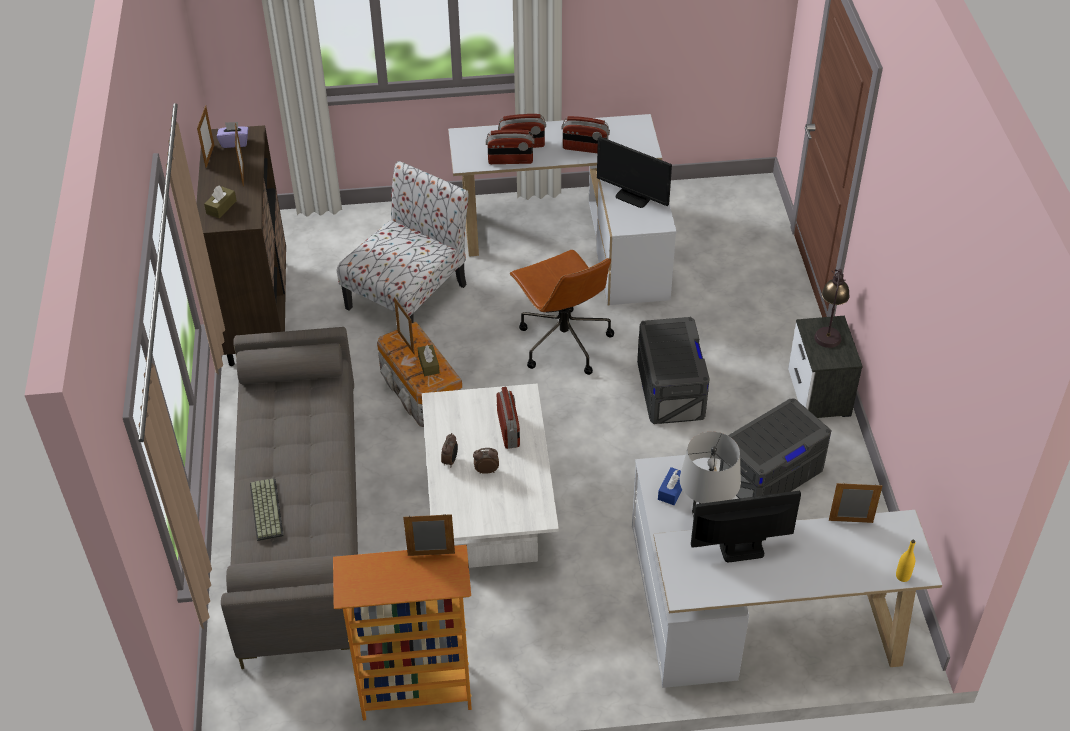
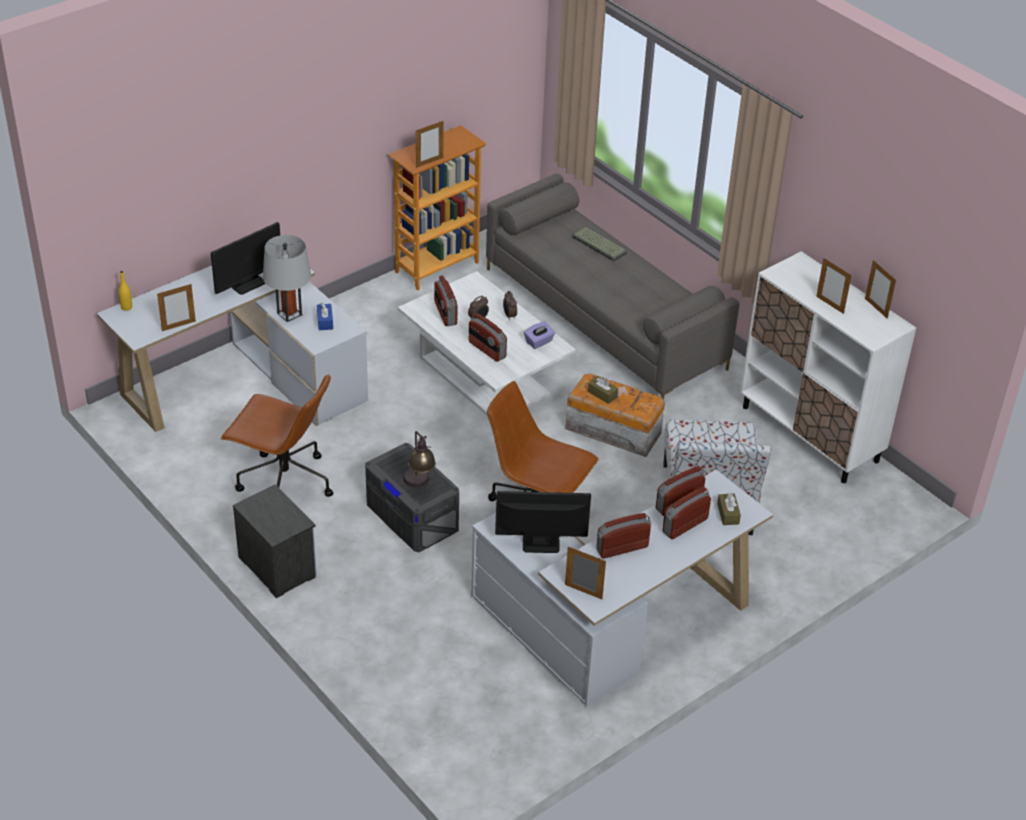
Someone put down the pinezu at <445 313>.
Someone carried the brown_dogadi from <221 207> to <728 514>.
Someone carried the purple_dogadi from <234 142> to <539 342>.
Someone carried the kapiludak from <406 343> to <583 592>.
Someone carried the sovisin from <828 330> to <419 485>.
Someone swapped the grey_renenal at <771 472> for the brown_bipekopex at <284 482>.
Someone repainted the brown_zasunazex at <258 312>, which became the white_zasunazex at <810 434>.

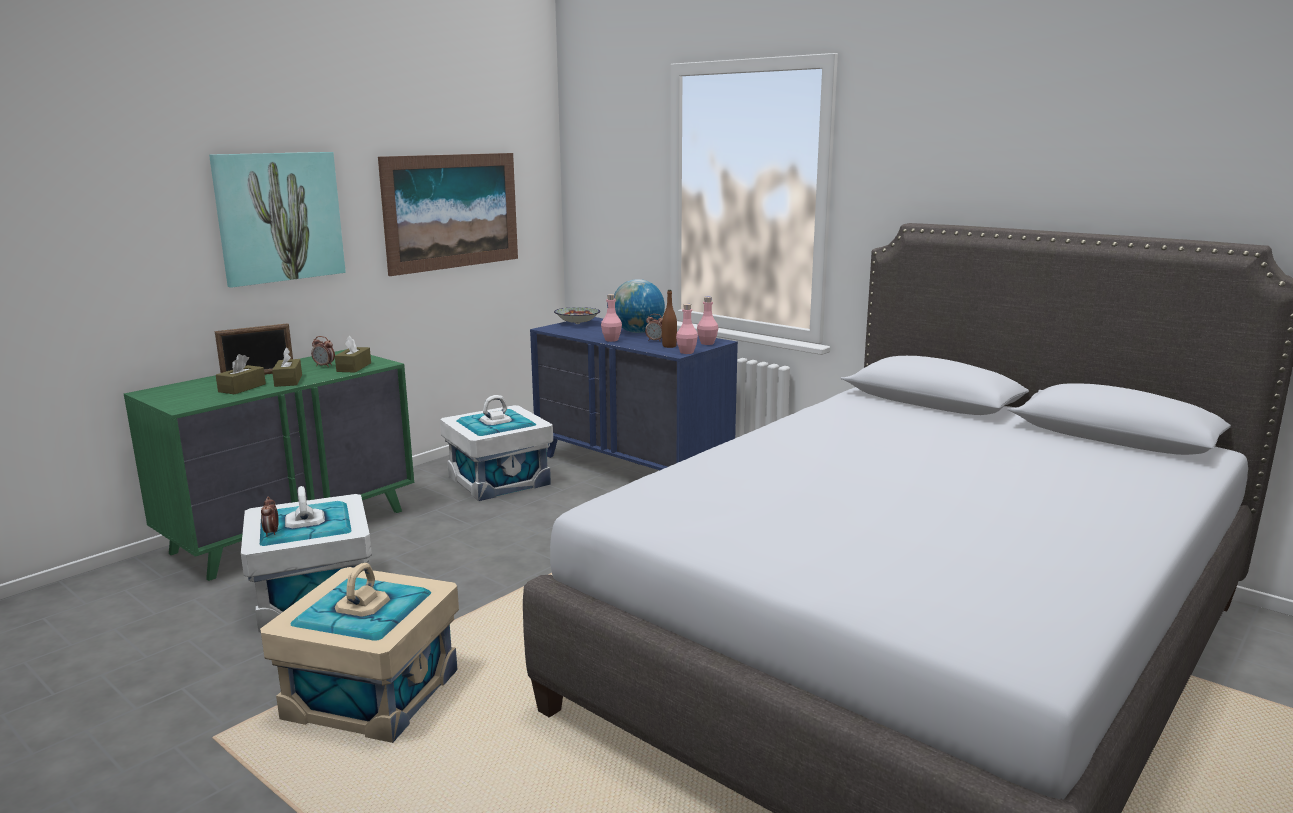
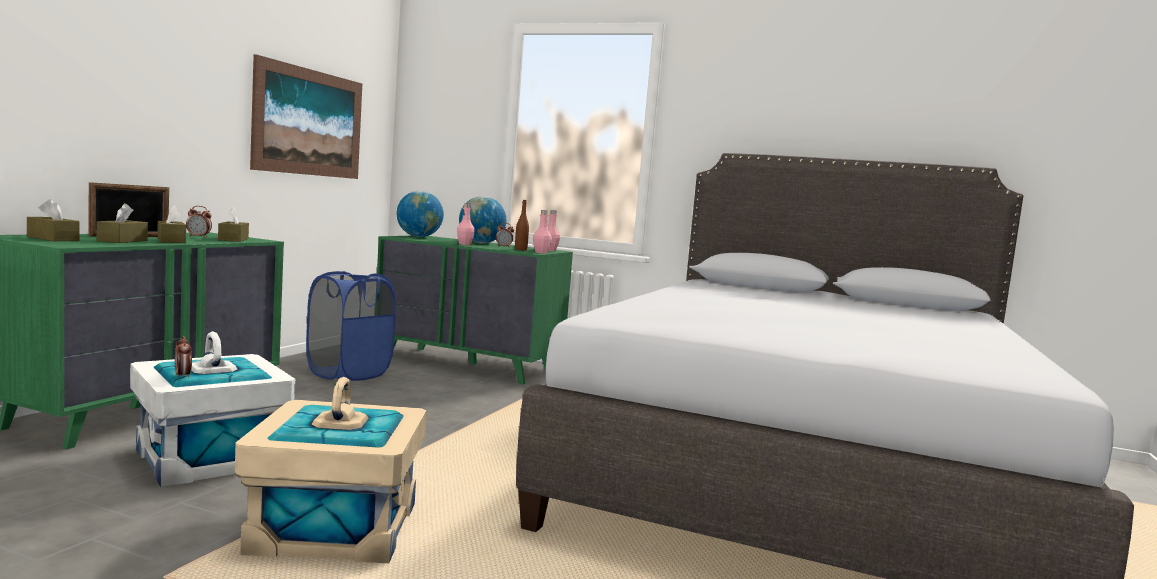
Someone took away the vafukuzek at <280 217>.
Someone put down the brown_dogadi at <53 239>.
Someone swapped the white_renenal at <498 480> for the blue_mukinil at <348 373>.
Someone swapped the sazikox at <577 323> for the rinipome at <419 237>.
Someone repainted the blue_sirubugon at <632 466>, which became the green_sirubugon at <469 365>.

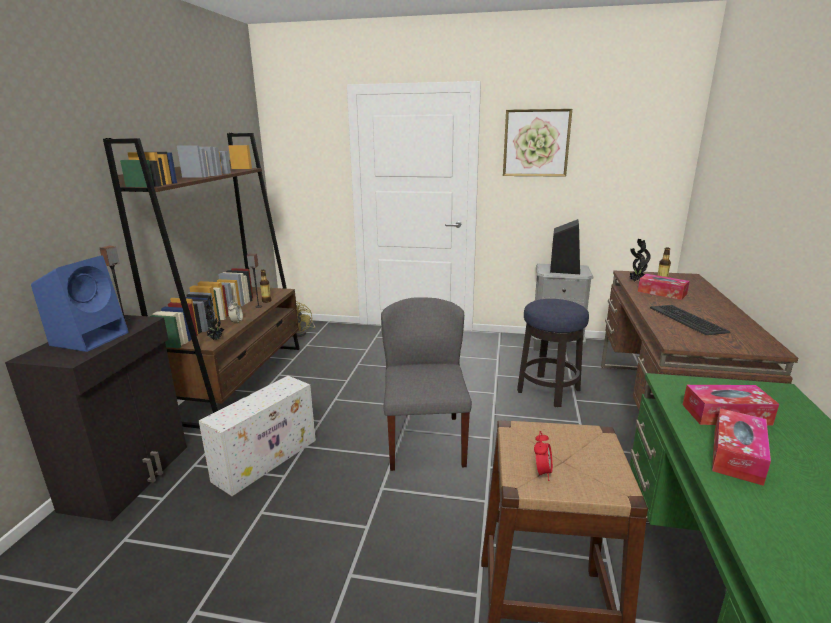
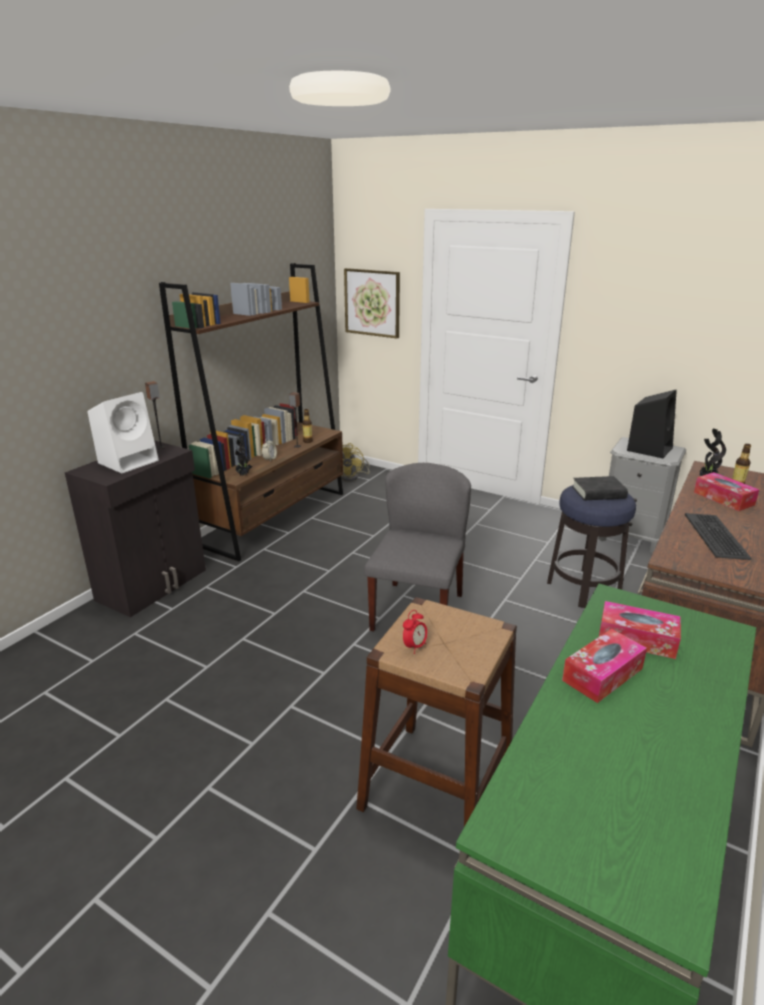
Someone took away the white_renenal at <267 459>.
Someone put down the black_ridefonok at <598 493>.
Someone carried the vafukuzek from <536 143> to <372 303>.
Someone repainted the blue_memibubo at <91 338>, which became the white_memibubo at <129 461>.

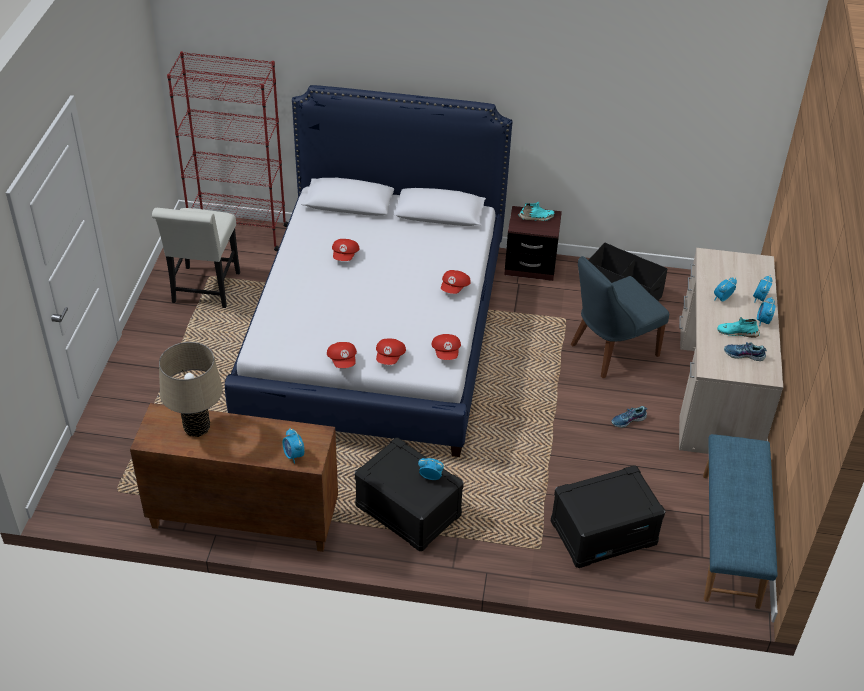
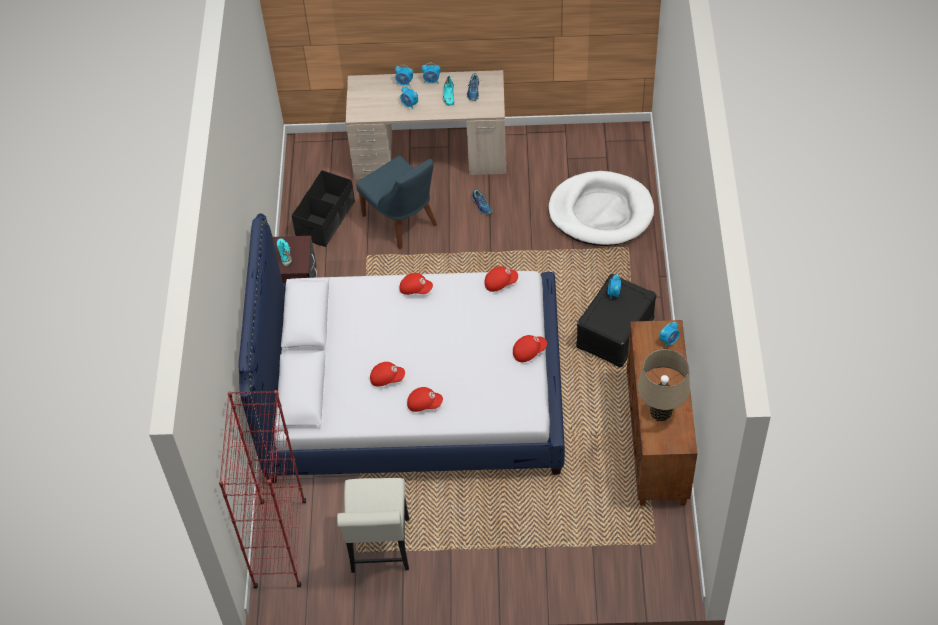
Someone took away the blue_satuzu at <731 538>.
Someone carried the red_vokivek from <390 357> to <424 403>.
Someone swapped the black_renenal at <603 532> for the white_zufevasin at <601 212>.
Someone rotated the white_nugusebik at <204 291> by 90 degrees clockwise.

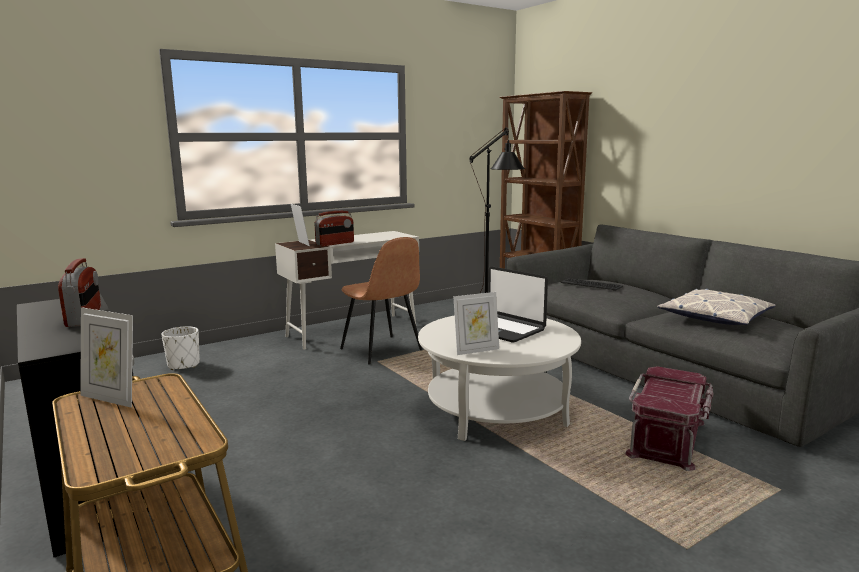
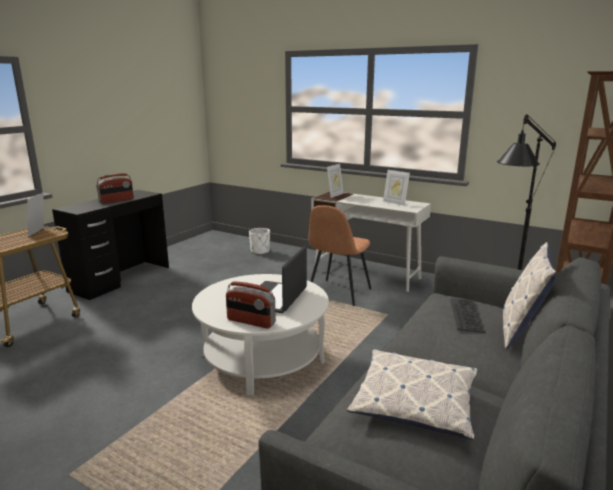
Someone took away the red_renenal at <668 439>.
Someone put down the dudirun at <520 330>.
Someone carried the pinezu from <335 243> to <251 322>.
Someone carried the kapiludak from <476 350> to <395 203>.

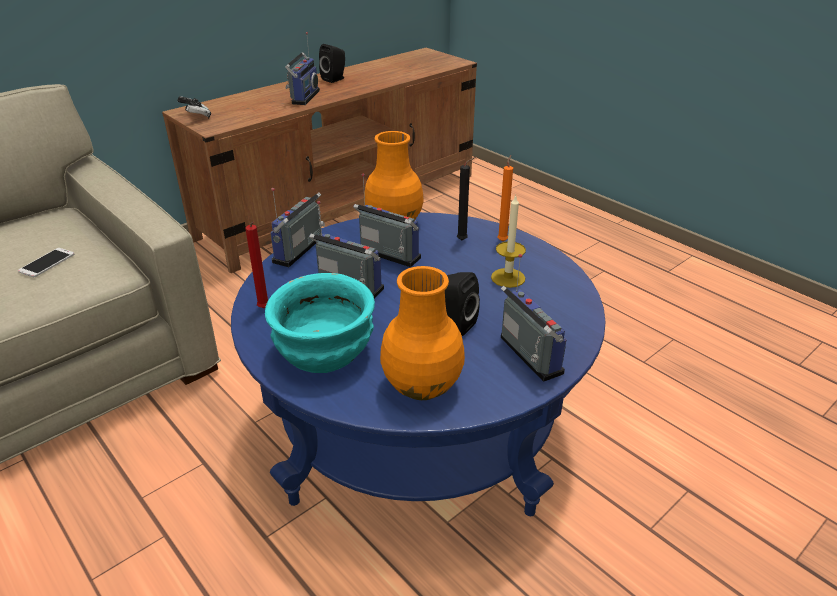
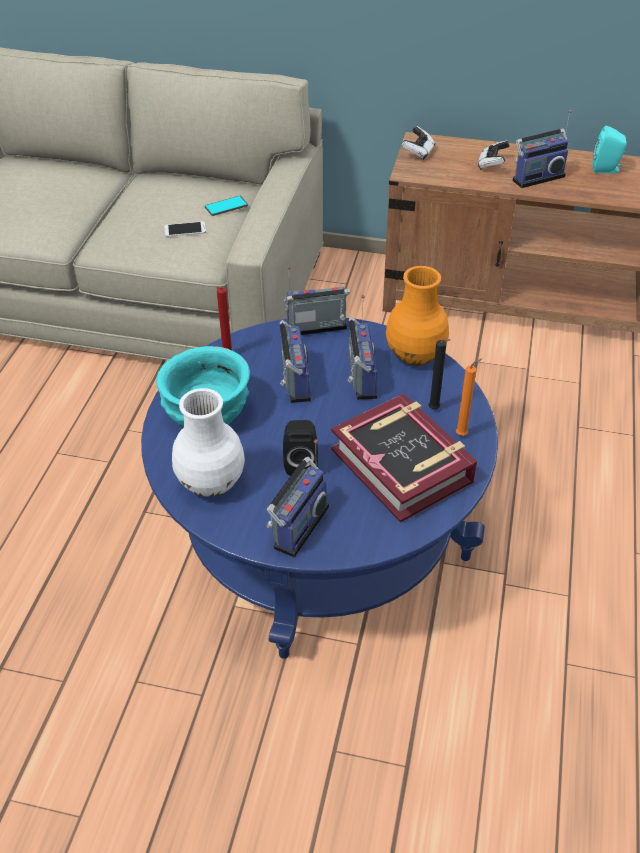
Someone put down the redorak at <226 206>.
Someone put down the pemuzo at <492 165>.
Someone swapped the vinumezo at <508 278> for the ridefonok at <402 465>.
Someone repainted the black_memibubo at <335 79>, which became the turquoise_memibubo at <606 169>.
Someone repainted the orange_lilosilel at <421 386>, which became the white_lilosilel at <210 482>.

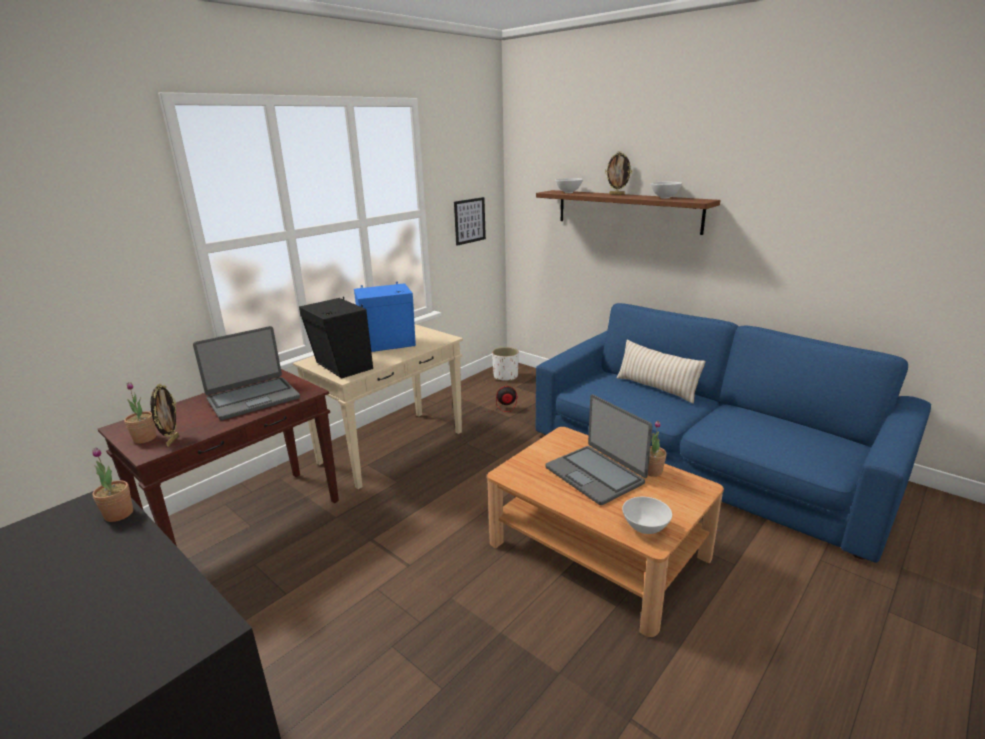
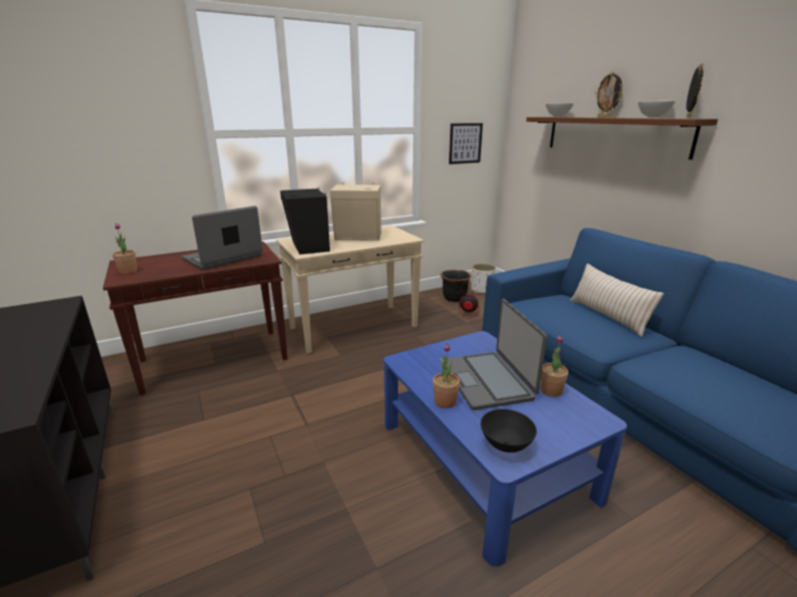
Someone put down the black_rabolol at <454 298>.
Someone carried the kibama from <119 514> to <445 401>.
Someone carried the kapiludak from <172 441> to <687 118>.
Someone repainted the blue_memibubo at <389 345>, which became the beige_memibubo at <359 237>.
Someone repainted the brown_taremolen at <598 550>, which became the blue_taremolen at <484 459>.
Someone repainted the white_sazikox at <645 529>, which became the black_sazikox at <505 446>.
Someone rotated the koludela at <253 398> by 150 degrees clockwise.

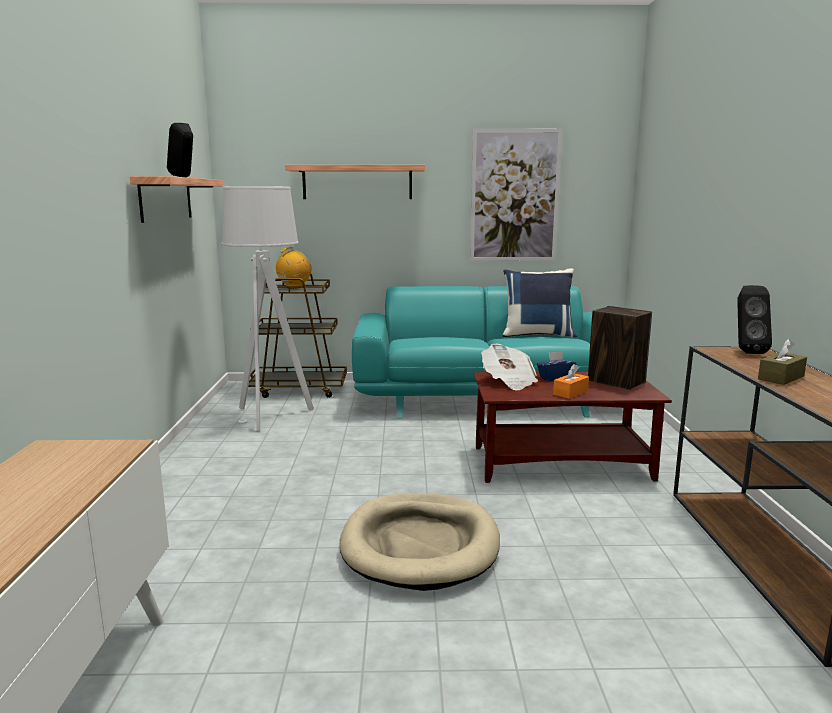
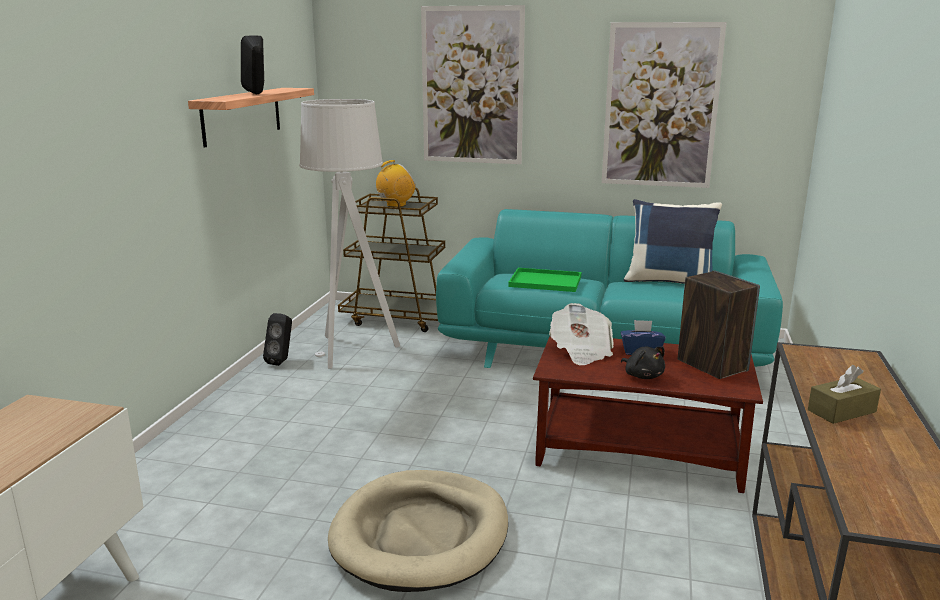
Someone put down the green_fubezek at <543 281>.
Someone carried the black_memibubo from <746 352> to <282 361>.
Someone swapped the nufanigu at <357 182> for the vafukuzek at <472 86>.
Someone swapped the orange_dogadi at <570 393> for the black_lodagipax at <642 375>.

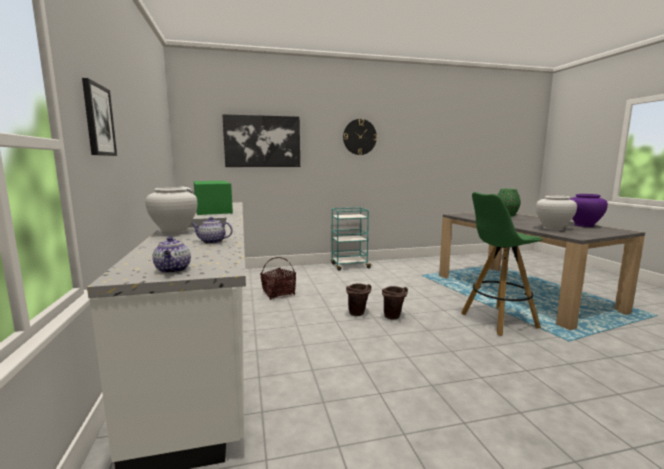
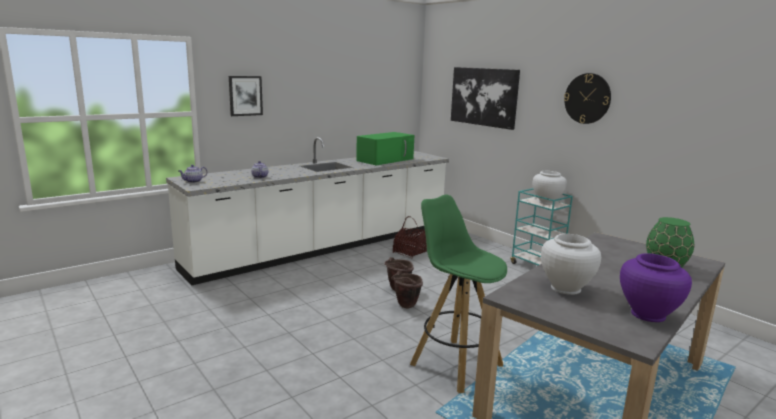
Someone carried the white_lilosilel from <174 232> to <547 202>.

